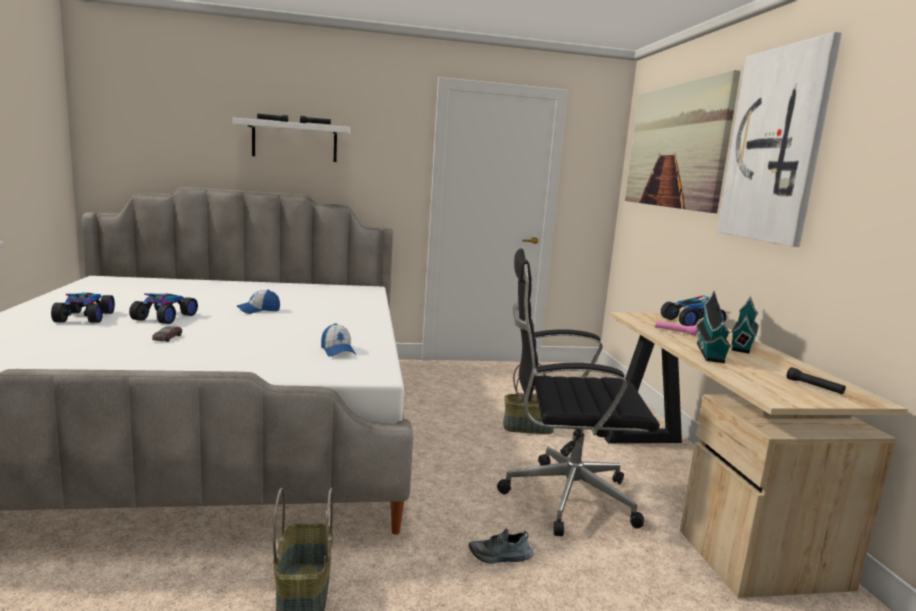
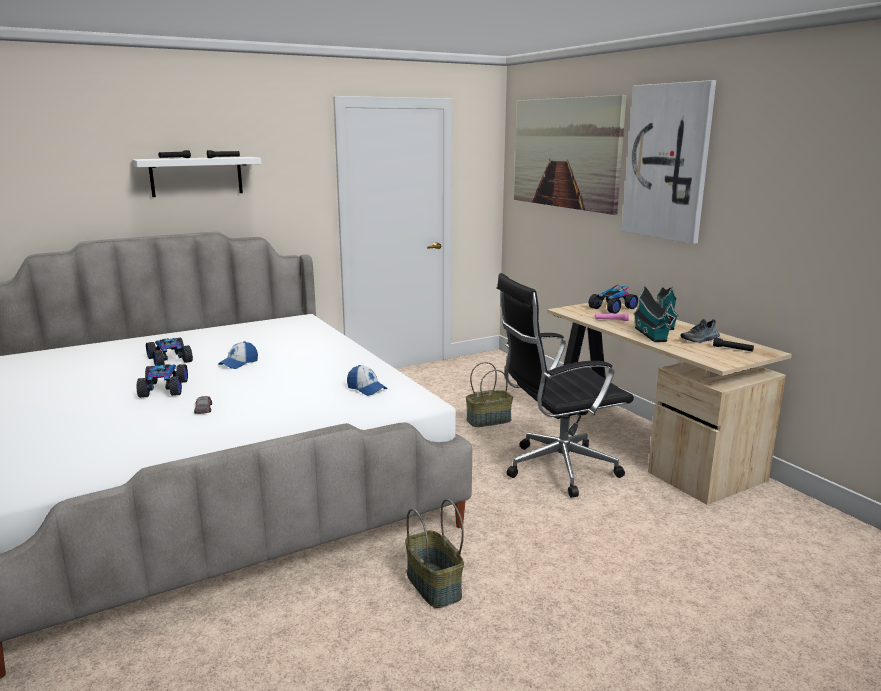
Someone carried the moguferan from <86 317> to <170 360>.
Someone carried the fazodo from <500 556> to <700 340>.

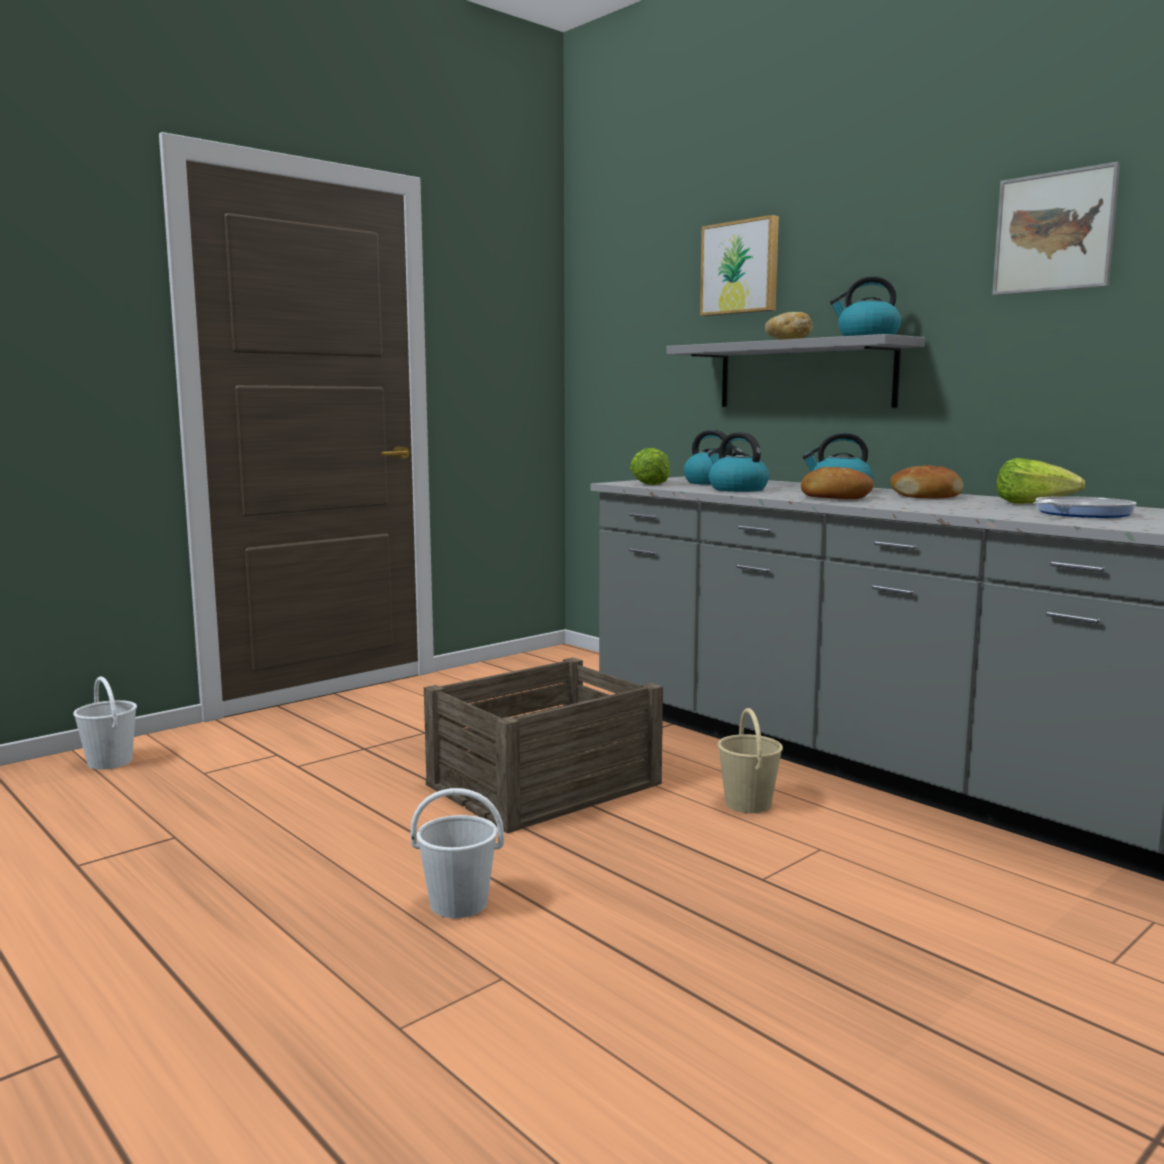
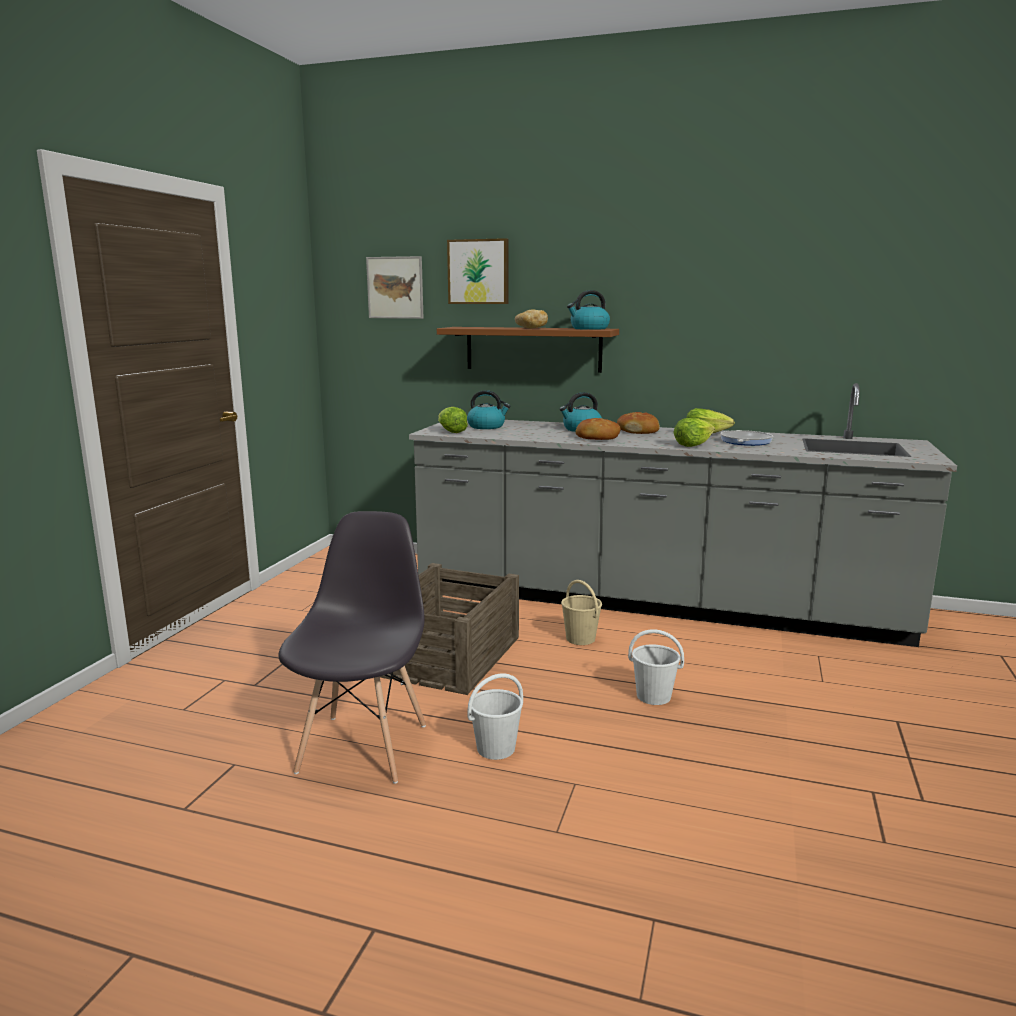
Someone took away the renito at <737 489>.
Someone put down the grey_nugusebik at <363 746>.
Someone put down the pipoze at <692 445>.
Someone carried the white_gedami from <110 762> to <654 696>.
Someone carried the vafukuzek from <1054 232> to <395 287>.
Someone repainted the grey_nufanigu at <805 375>, which became the brown_nufanigu at <533 349>.

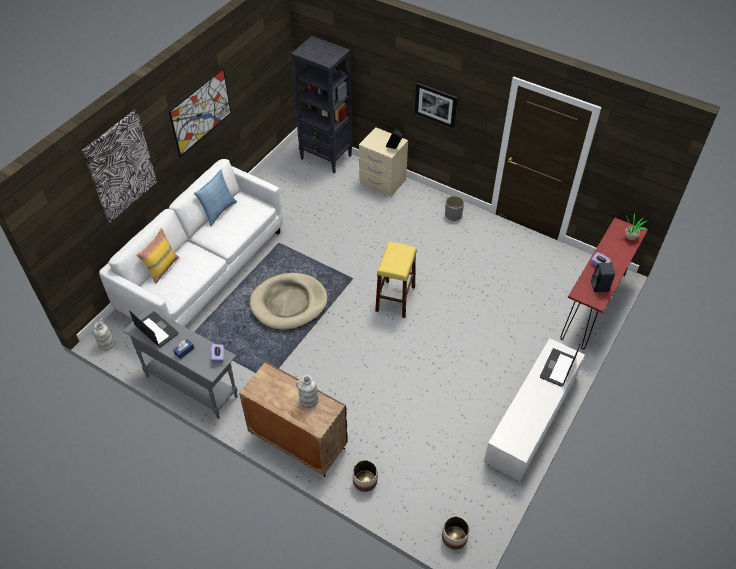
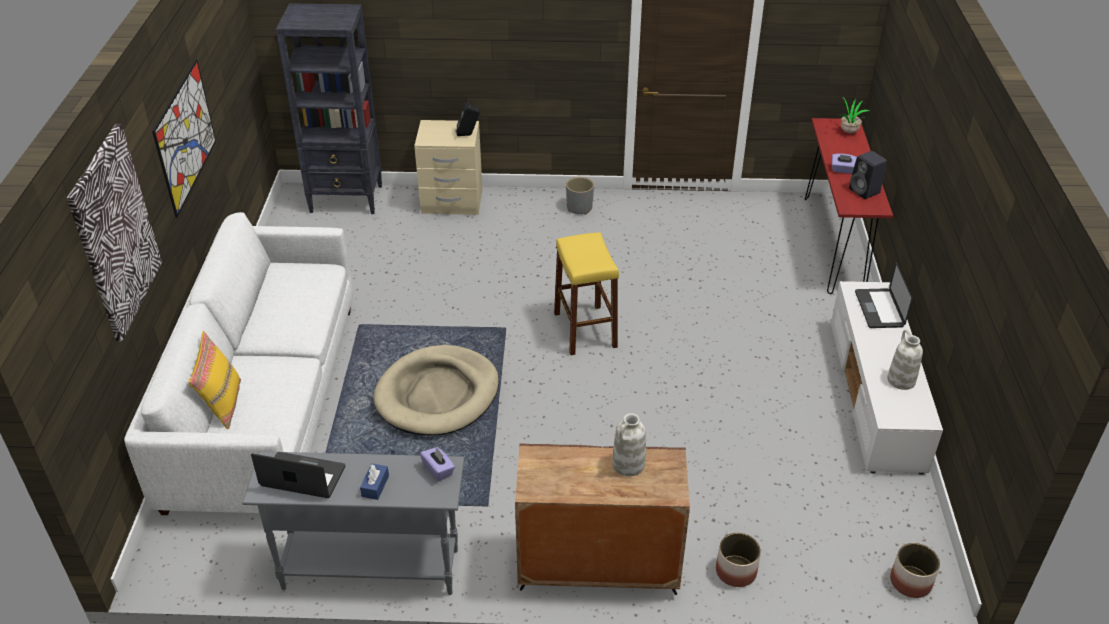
Someone took away the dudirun at <218 211>.
Someone took away the vafukuzek at <436 104>.
Someone carried the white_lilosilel from <106 344> to <900 380>.

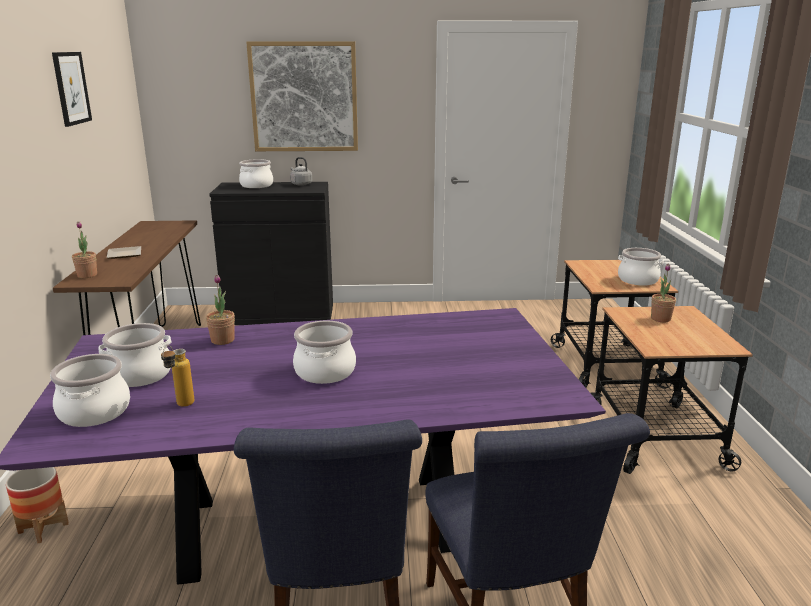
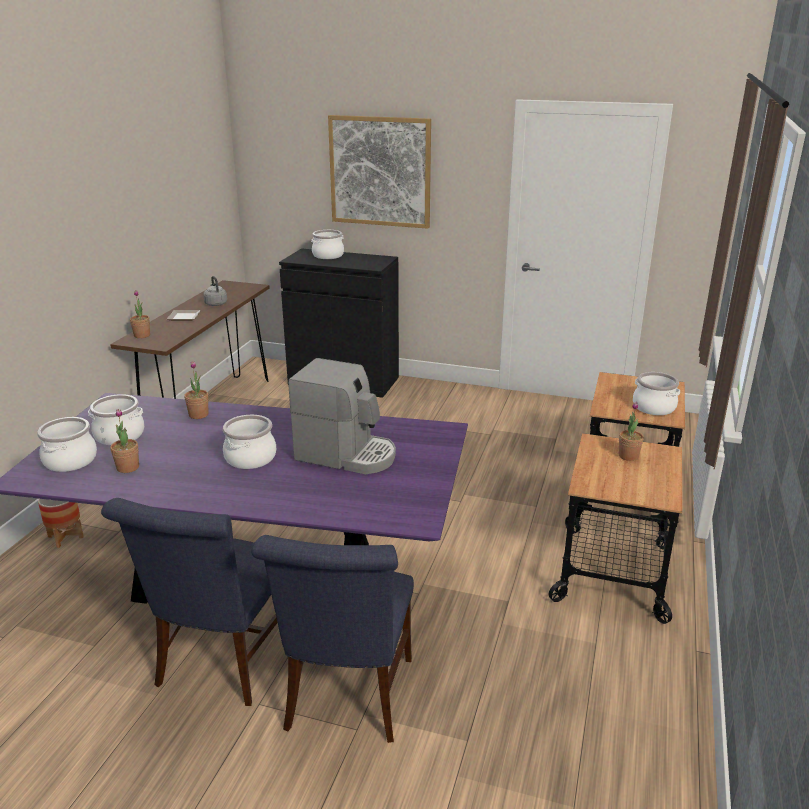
Someone took away the vafukuzek at <71 88>.
Someone put down the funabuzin at <347 455>.
Someone carried the grey_renito from <300 184> to <215 303>.
Someone swapped the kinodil at <181 406> for the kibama at <128 467>.

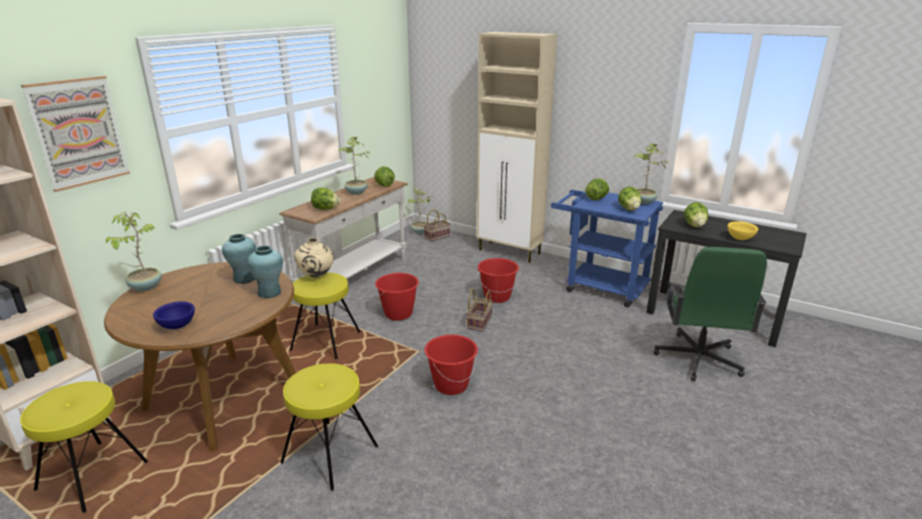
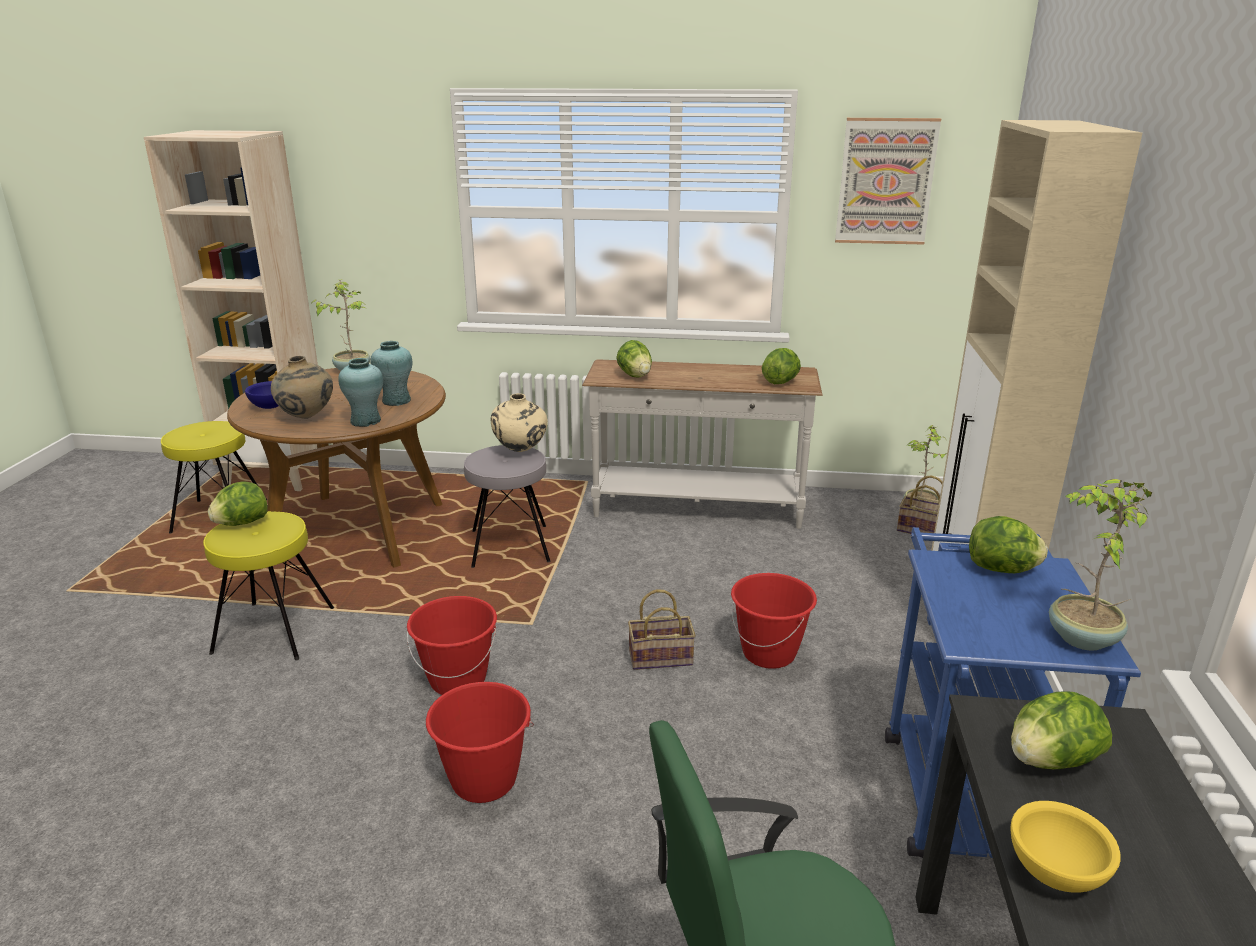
Someone took away the kibama at <356 193>.
Someone put down the beige_lilosilel at <307 418>.
Someone carried the vafukuzek from <78 132> to <885 181>.
Someone carried the red_gedami from <398 314> to <484 781>.
Someone carried the pipoze from <629 209> to <242 523>.
Someone repainted the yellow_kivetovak at <326 341>, which became the grey_kivetovak at <510 547>.

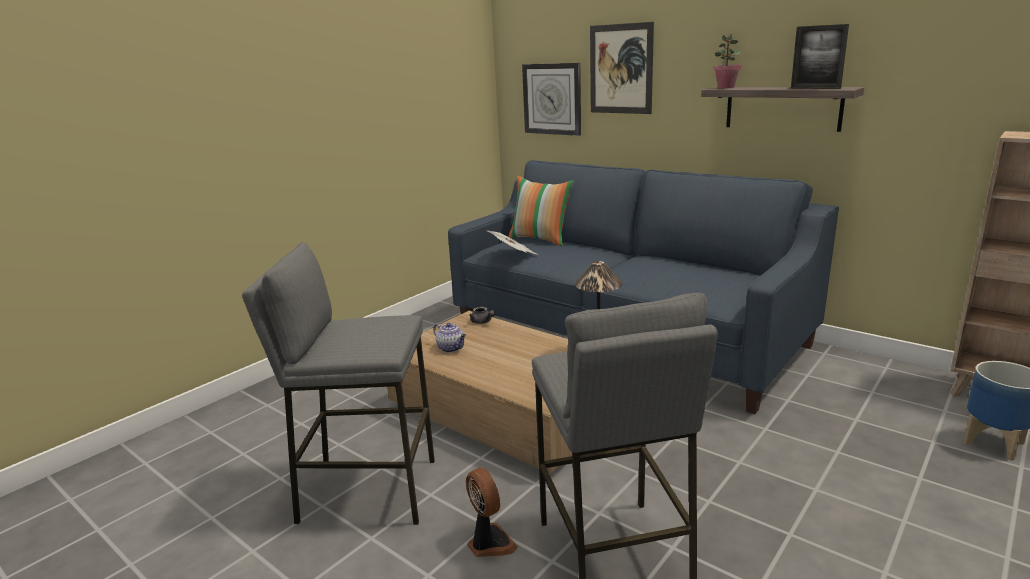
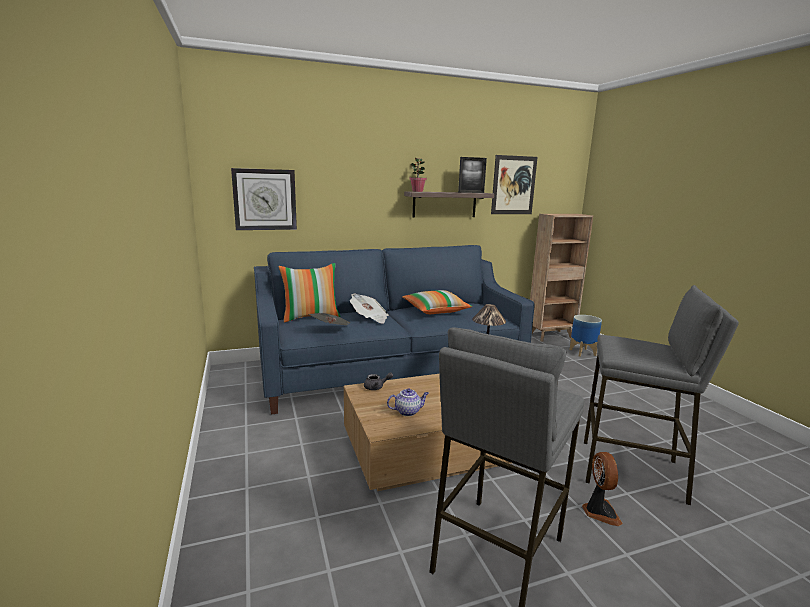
Someone put down the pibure at <369 318>.
Someone put down the dudirun at <435 311>.
Someone carried the vafukuzek from <621 69> to <513 185>.
Someone rotated the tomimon at <489 543> by 90 degrees clockwise.

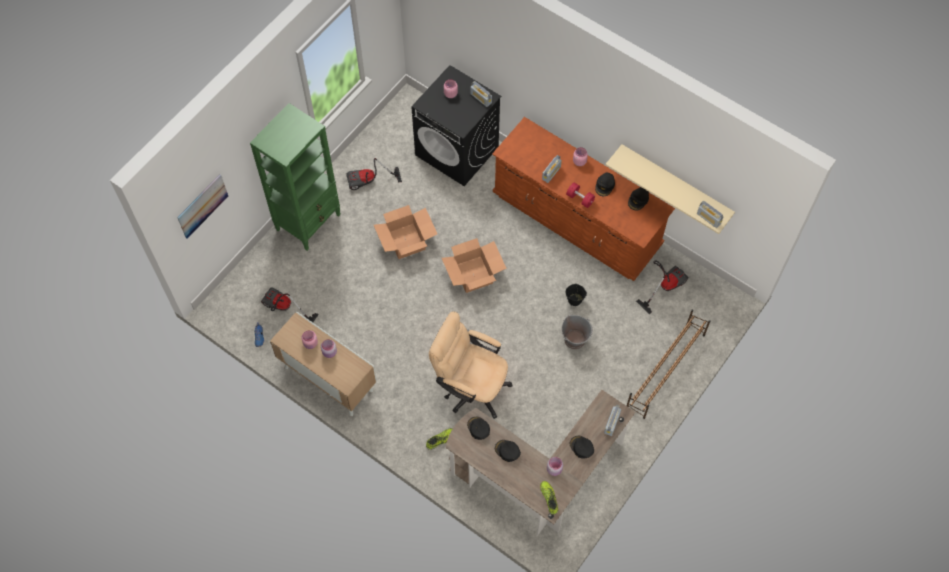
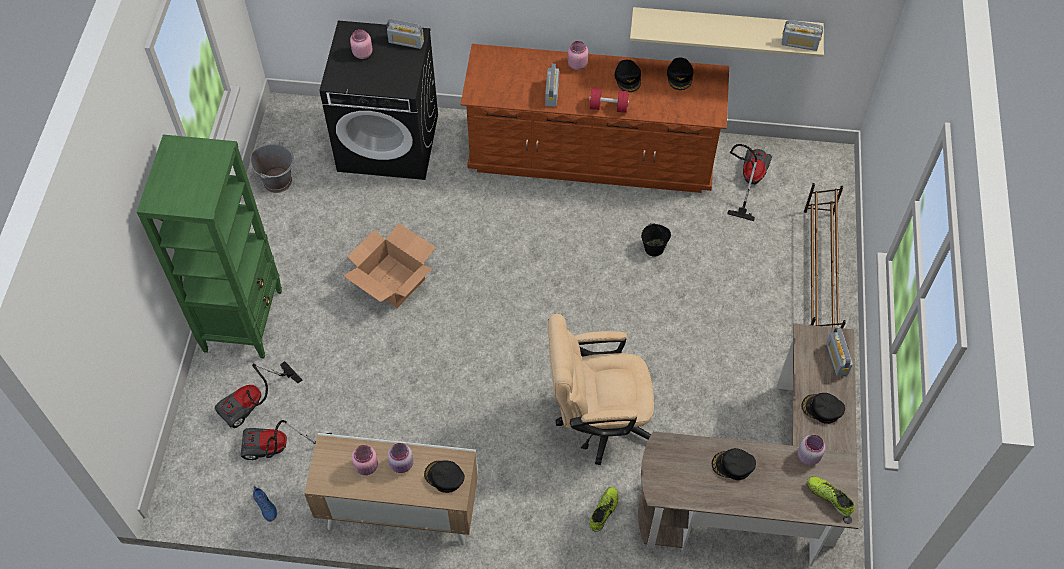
Someone took away the vafukuzek at <202 206>.
Someone took away the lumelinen at <473 274>.
Someone carried the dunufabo from <369 182> to <255 403>.
Someone carried the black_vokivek from <478 429> to <444 477>.
Someone carried the grey_gedami from <575 340> to <278 181>.

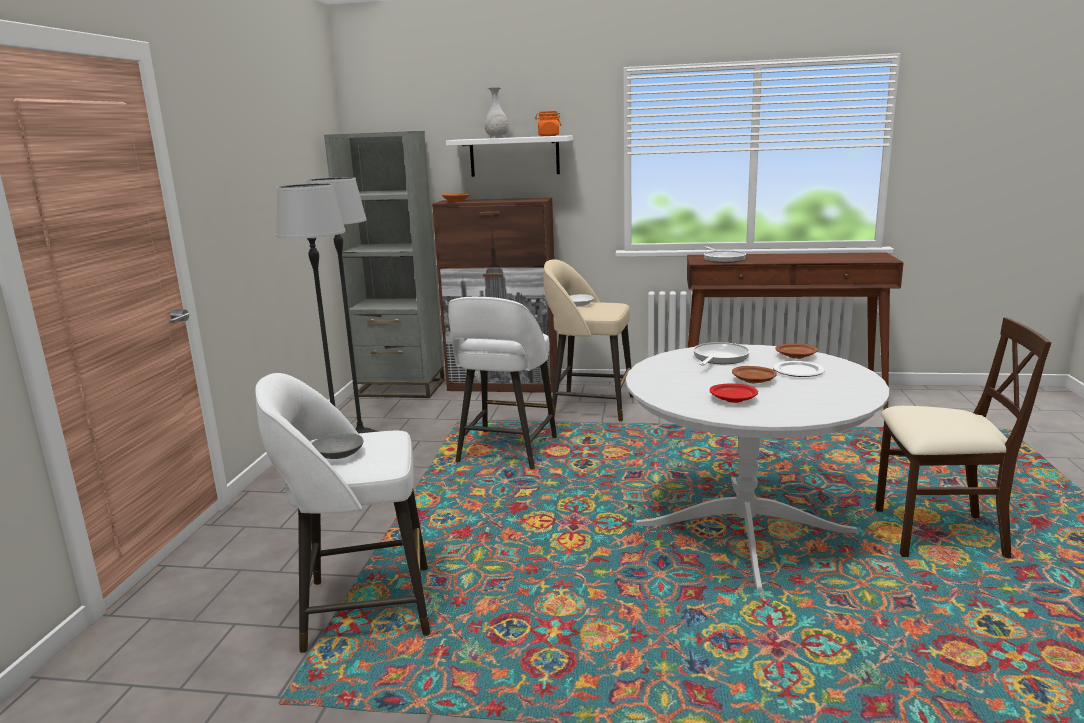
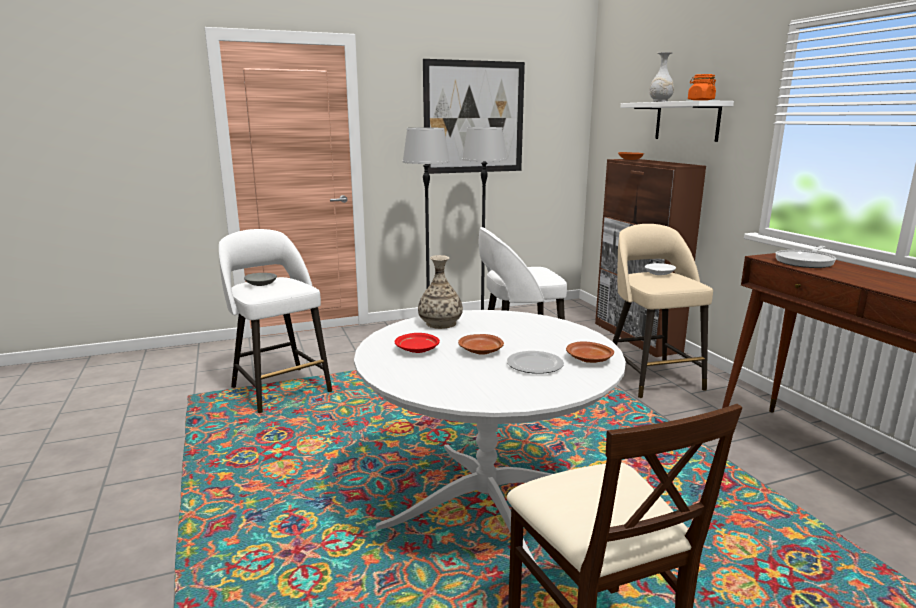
Someone took away the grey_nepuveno at <400 388>.
Someone took away the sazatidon at <719 358>.
Someone put down the lilosilel at <440 323>.
Someone put up the vafukuzek at <474 117>.

